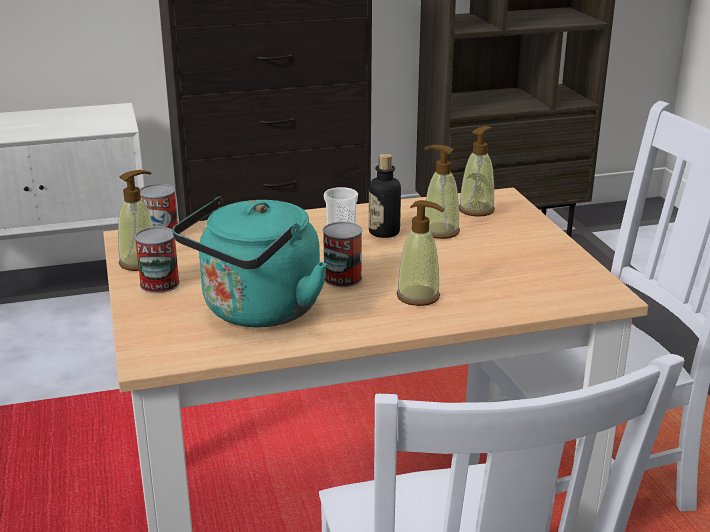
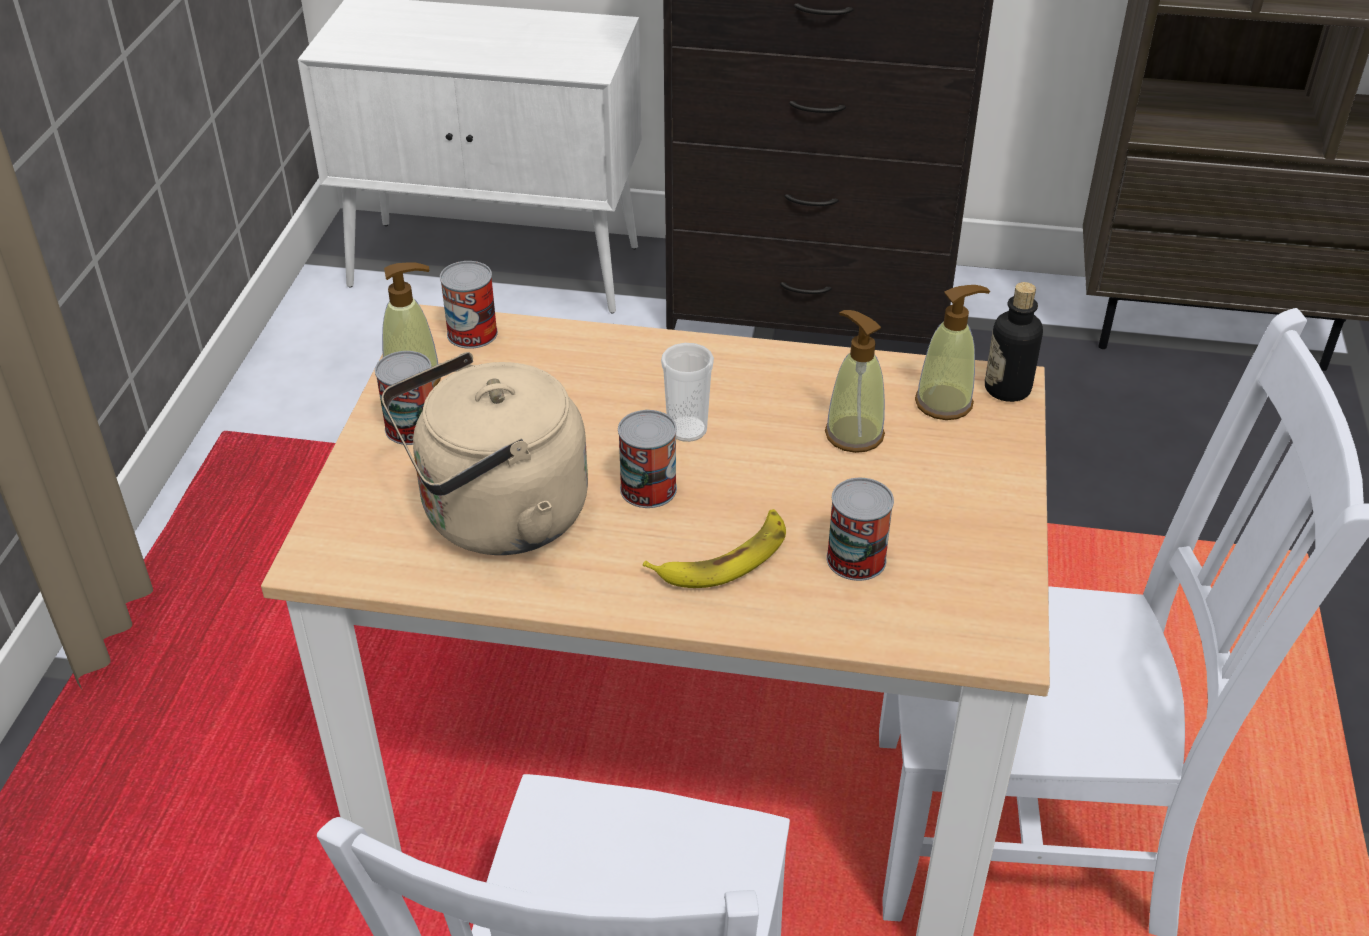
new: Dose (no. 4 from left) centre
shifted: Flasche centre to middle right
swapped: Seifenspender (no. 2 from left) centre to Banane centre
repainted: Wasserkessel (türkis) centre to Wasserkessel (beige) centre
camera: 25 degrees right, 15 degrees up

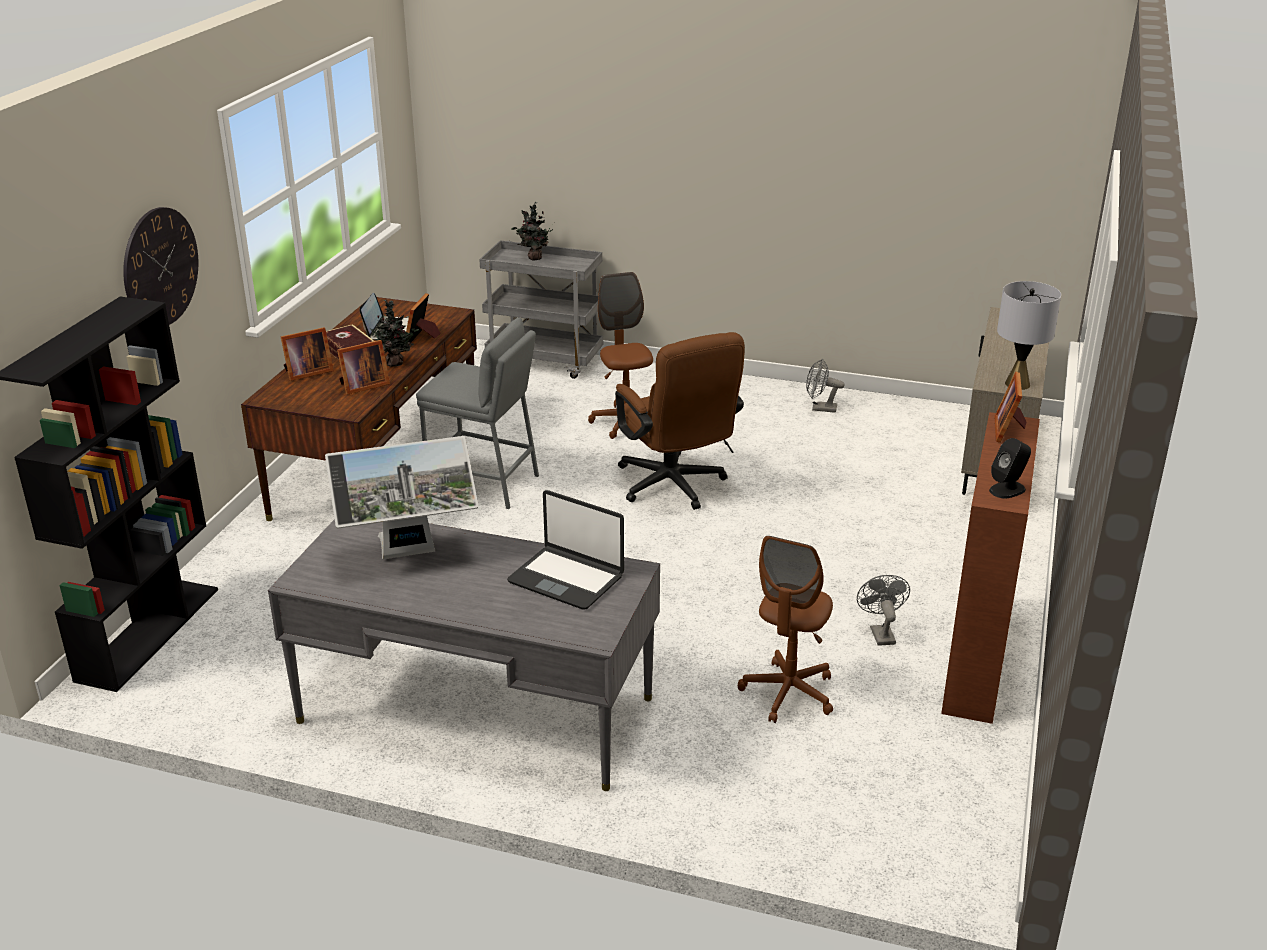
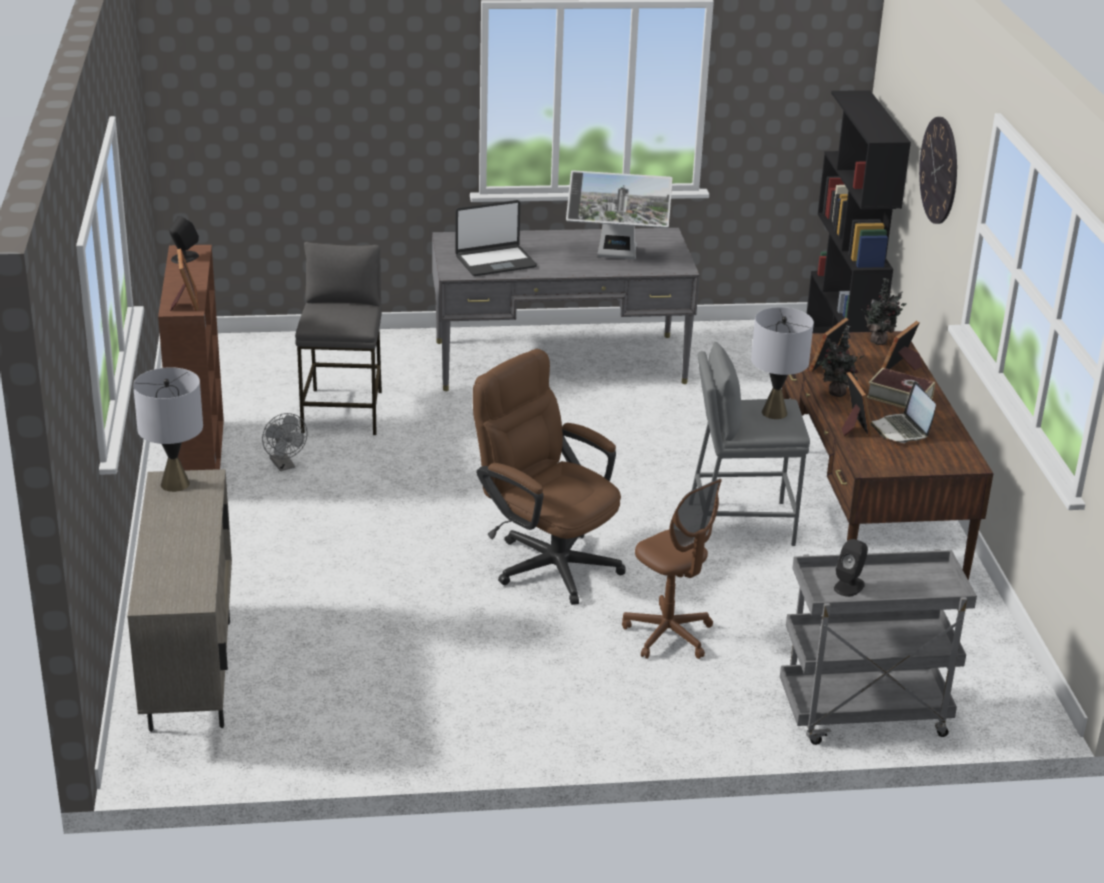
gone: Ventilator (grau) (no. 1 from left) centre
new: Tischlampe (grau) (no. 2 from left) middle right; Lautsprecher (schwarz) (no. 2 from left) middle right
shifted: Topfpflanze (no. 2 from left) top centre to middle right
swapped: Bürostuhl (braun) (no. 3 from left) centre to Hocker (grau) (no. 1 from left) middle left
rotated: Laptop (no. 2 from left in the first image) centre = top centre 150 degrees clockwise; Monitor middle left = top centre 135 degrees counterclockwise
camera: 155 degrees right, 0 degrees up

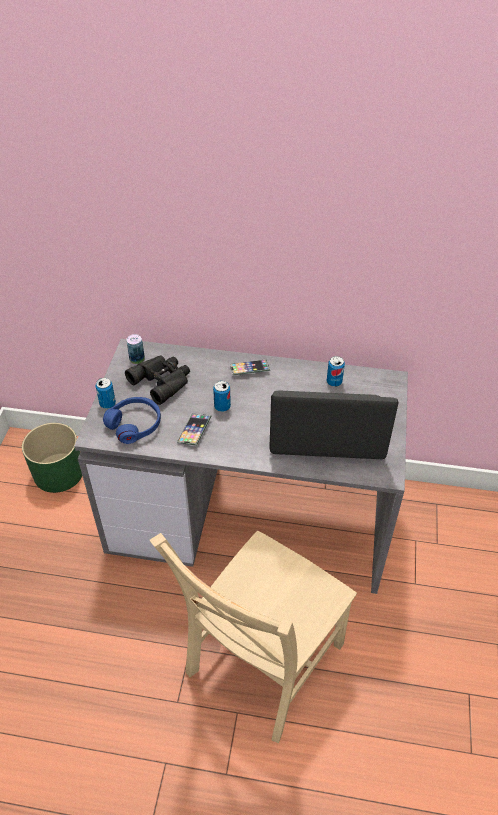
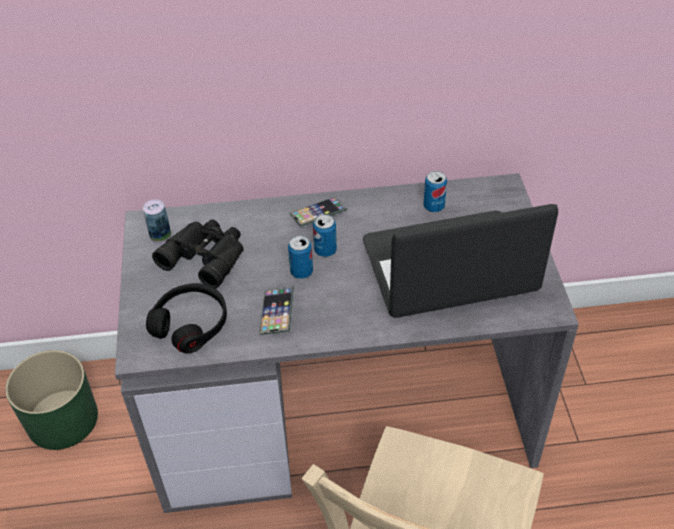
shifted: Dose (no. 1 from left in the first image) middle left to Dose (no. 3 from left) centre
repainted: Kopfhörer (blau) middle left to Kopfhörer (schwarz) middle left
camera: 15 degrees left, 0 degrees up

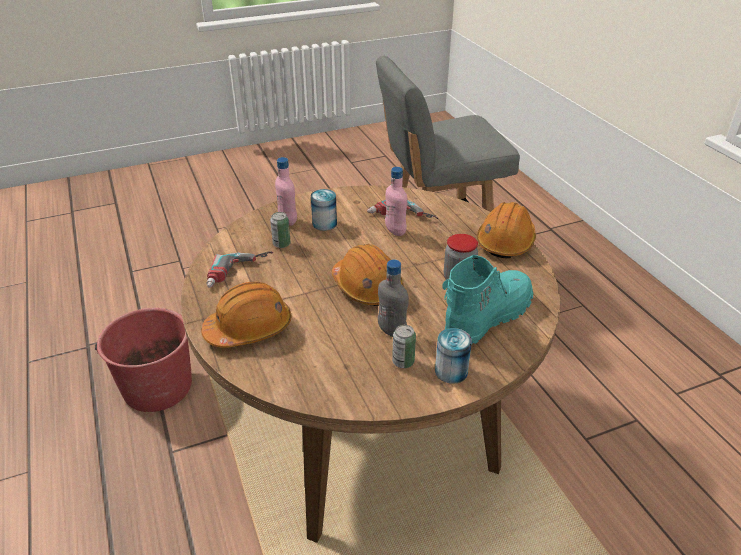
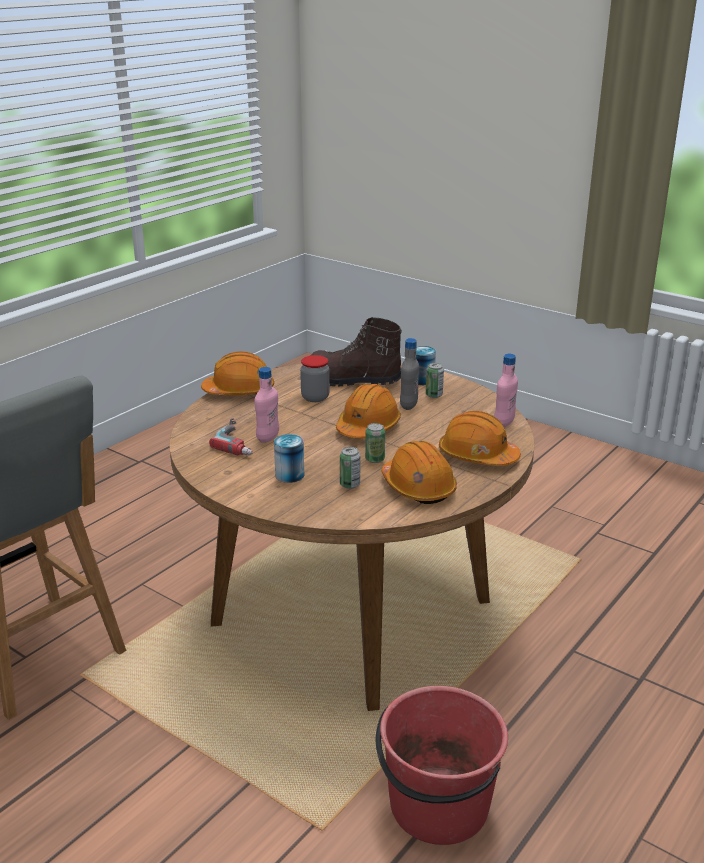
new: Dose (no. 3 from left) centre
shifted: Flasche (rosa) (no. 1 from left in the first image) centre to Flasche (rosa) (no. 2 from left) middle right
swapped: Bohrmaschine (no. 1 from left) middle left to Schutzhelm (orange) (no. 3 from left) centre
repainted: Stiefel (türkis) centre to Stiefel (braun) centre
camera: 120 degrees left, 10 degrees down

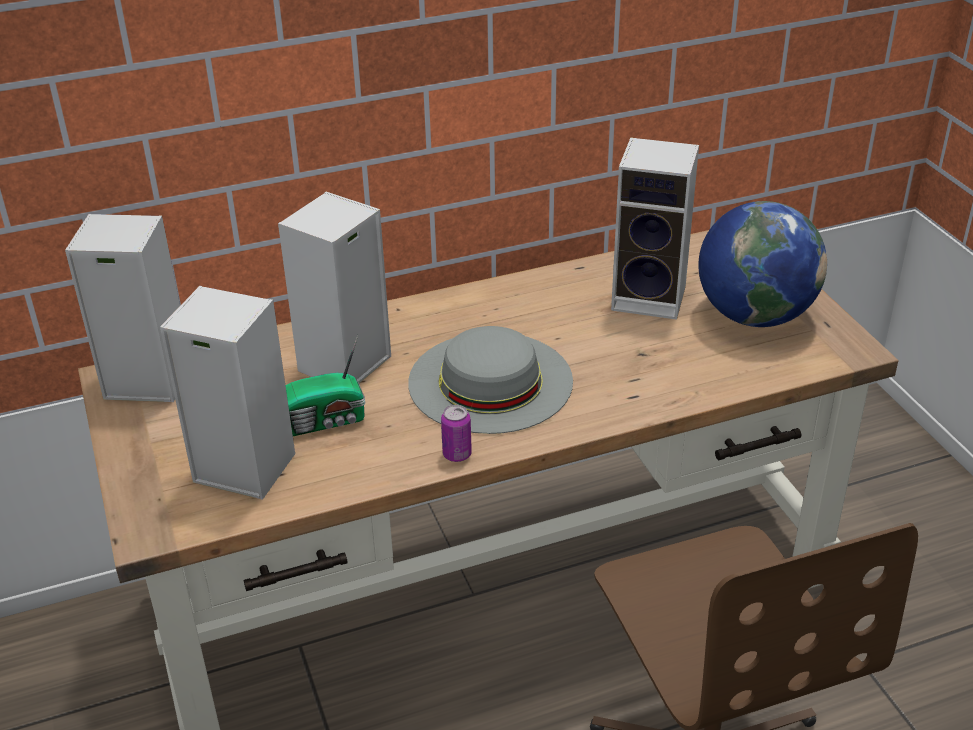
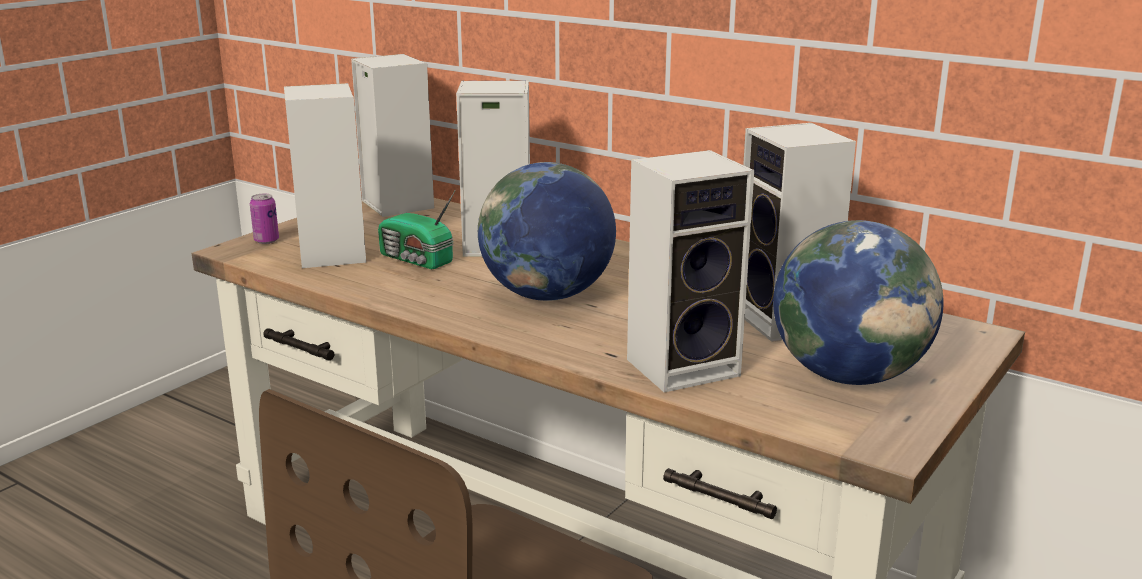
new: Lautsprecher (no. 4 from left) centre
shifted: Dose centre to middle left
swapped: Hut (grau) centre to Globus (no. 1 from left) centre
camera: 55 degrees right, 15 degrees down

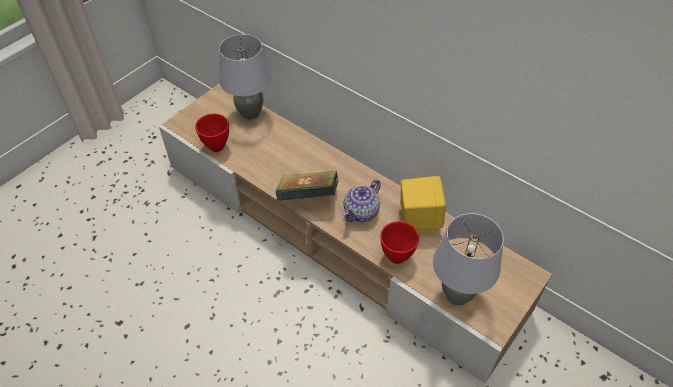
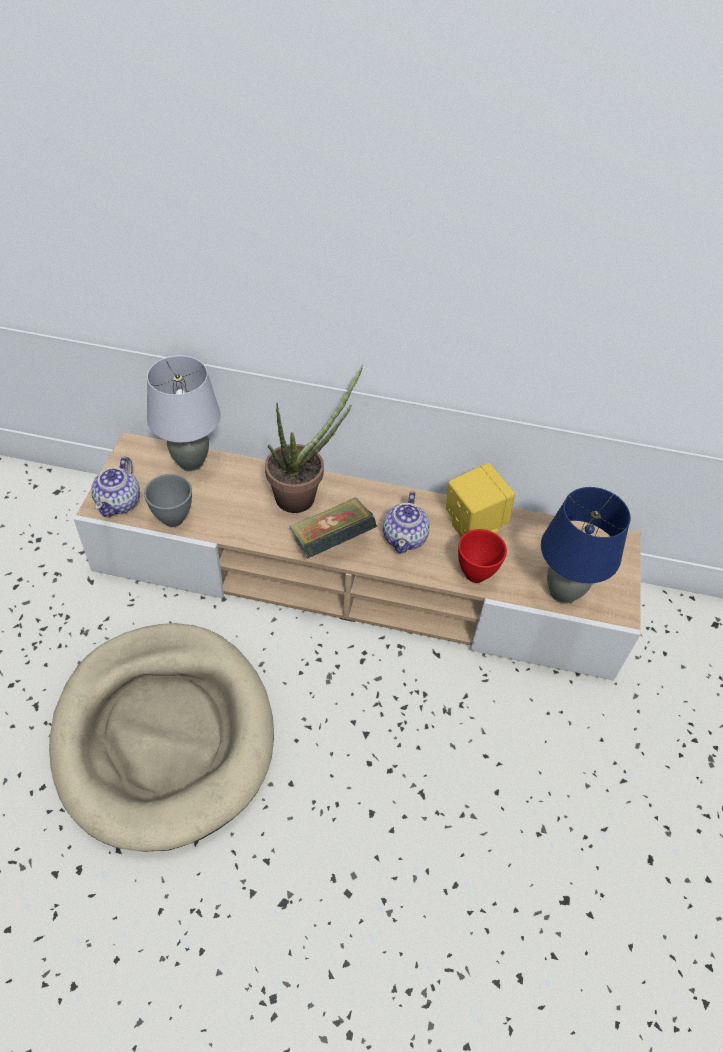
new: Hundebett (beige) bottom left; Teekanne (no. 1 from left) middle left; Topfpflanze centre
repainted: Schüssel (rot) (no. 1 from left) middle left to Schüssel (grau) middle left; Tischlampe (grau) (no. 2 from left) bottom right to Tischlampe (blau) middle right
camera: 30 degrees left, 0 degrees up

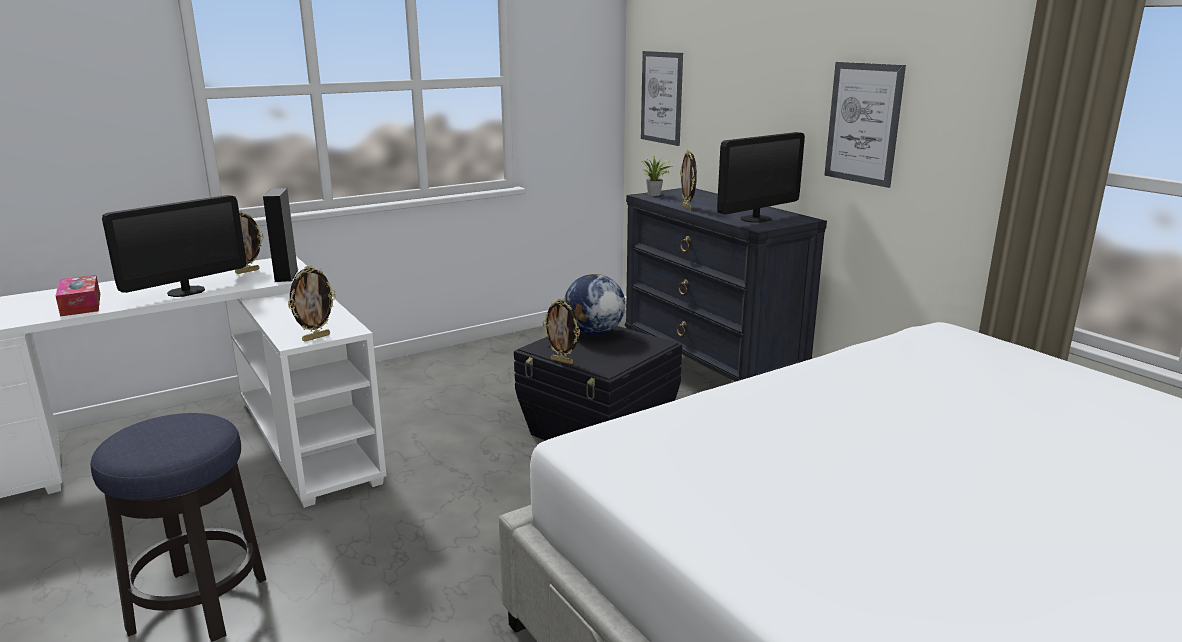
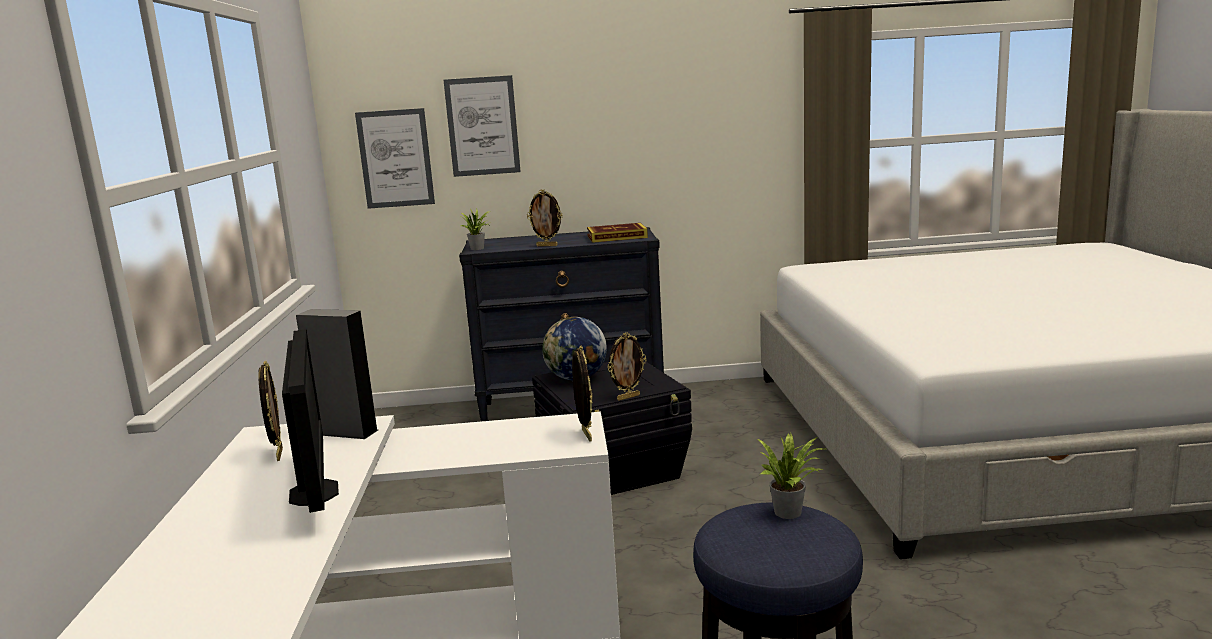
gone: Taschentuchbox middle left
new: Topfpflanze (no. 2 from left) bottom centre
shifted: Bild (no. 2 from left) top right to top centre
swapped: Monitor (no. 2 from left) top centre to Buch centre
camera: 60 degrees left, 5 degrees down

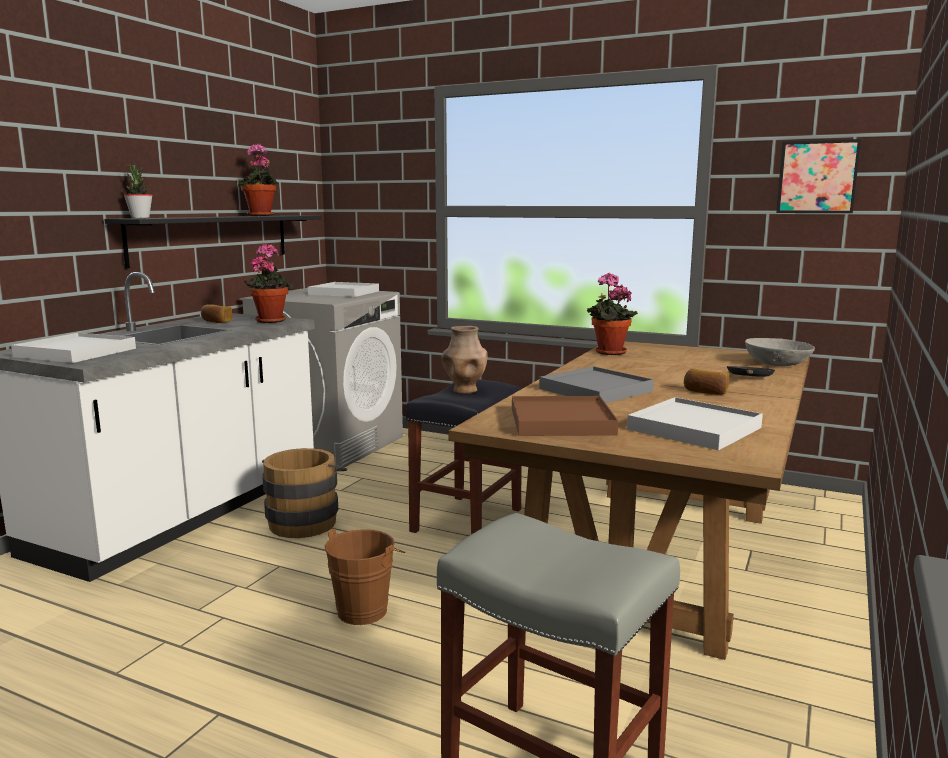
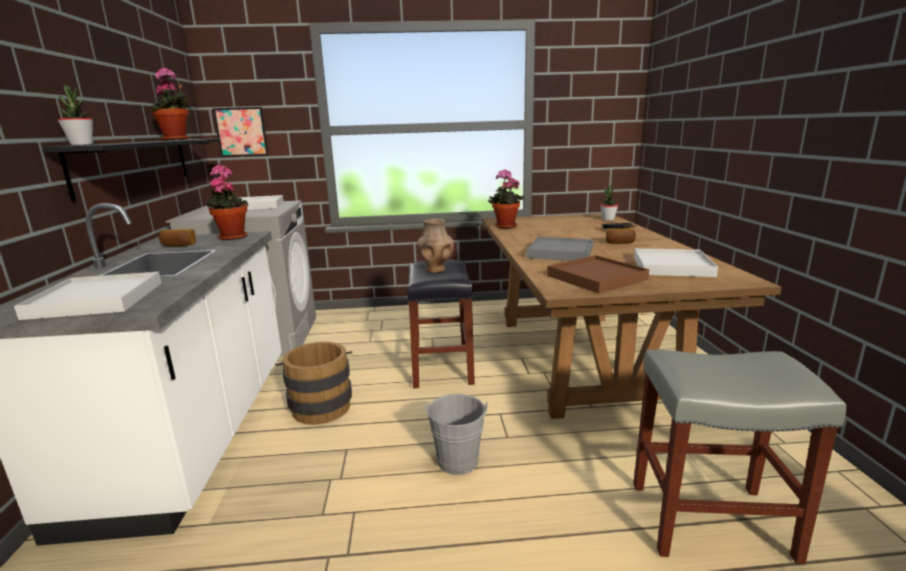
shifted: Bild top right to top left
swapped: Schüssel (grau) middle right to Topfpflanze (no. 5 from left) middle right
repainted: Eimer (braun) (no. 2 from left) bottom centre to Eimer (grau) bottom centre
camera: 30 degrees left, 5 degrees up

